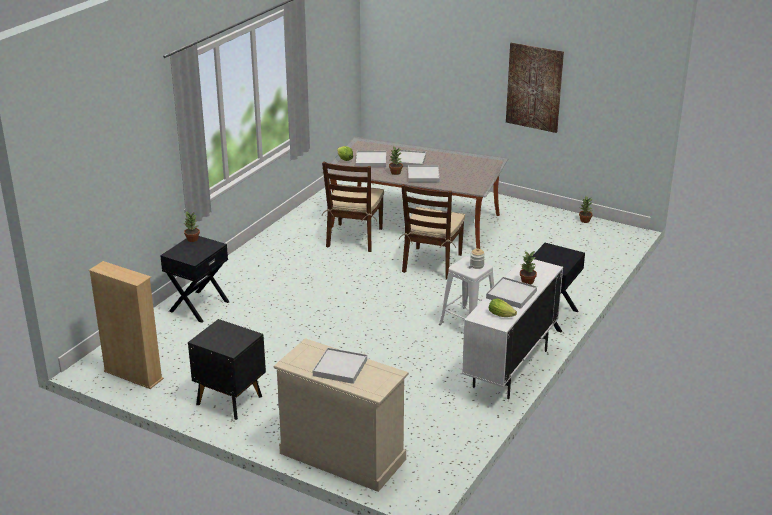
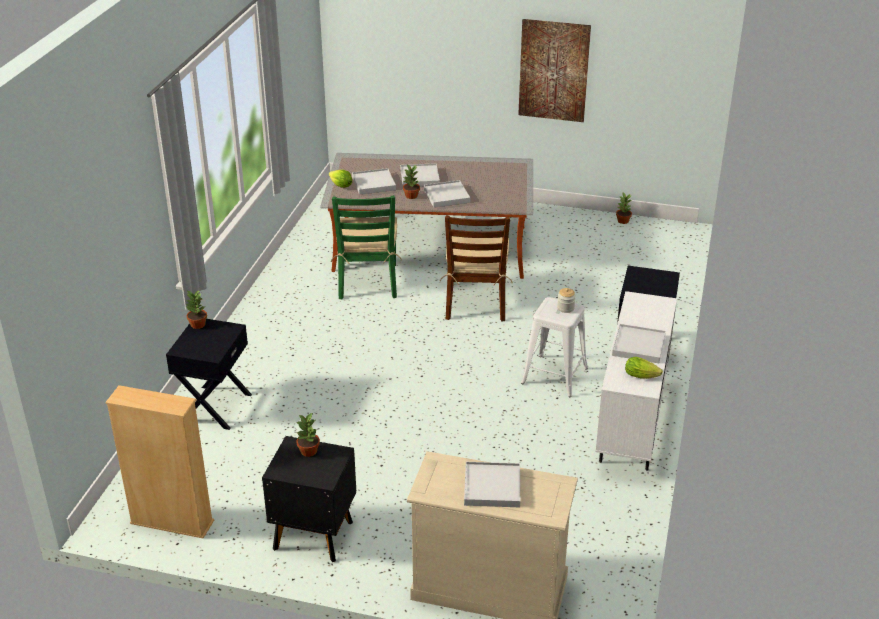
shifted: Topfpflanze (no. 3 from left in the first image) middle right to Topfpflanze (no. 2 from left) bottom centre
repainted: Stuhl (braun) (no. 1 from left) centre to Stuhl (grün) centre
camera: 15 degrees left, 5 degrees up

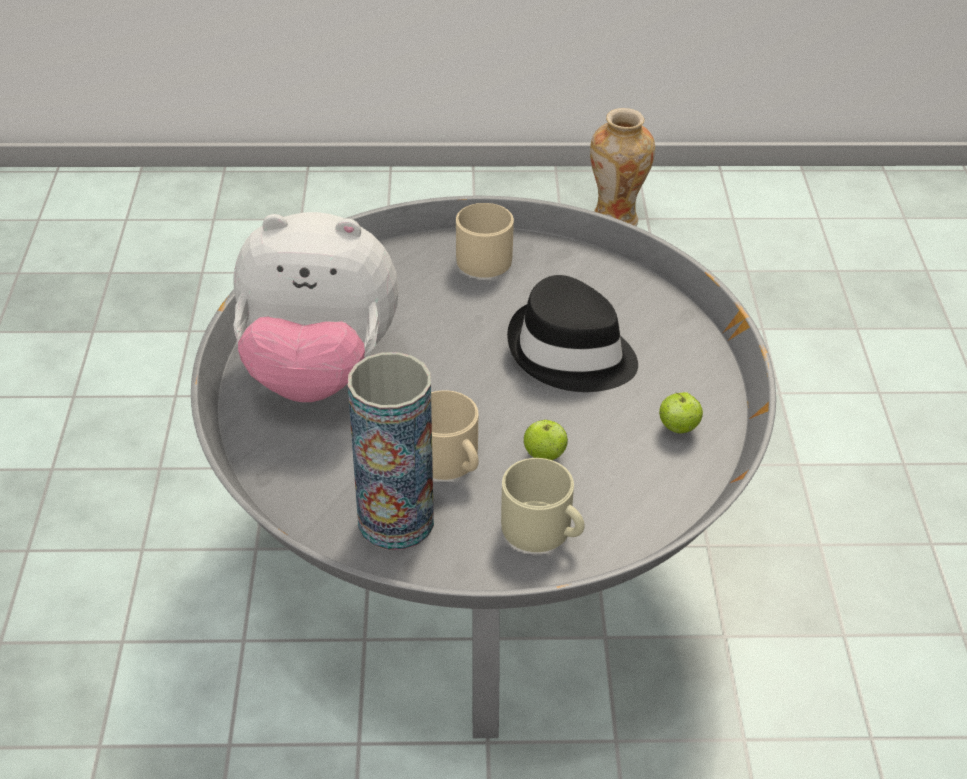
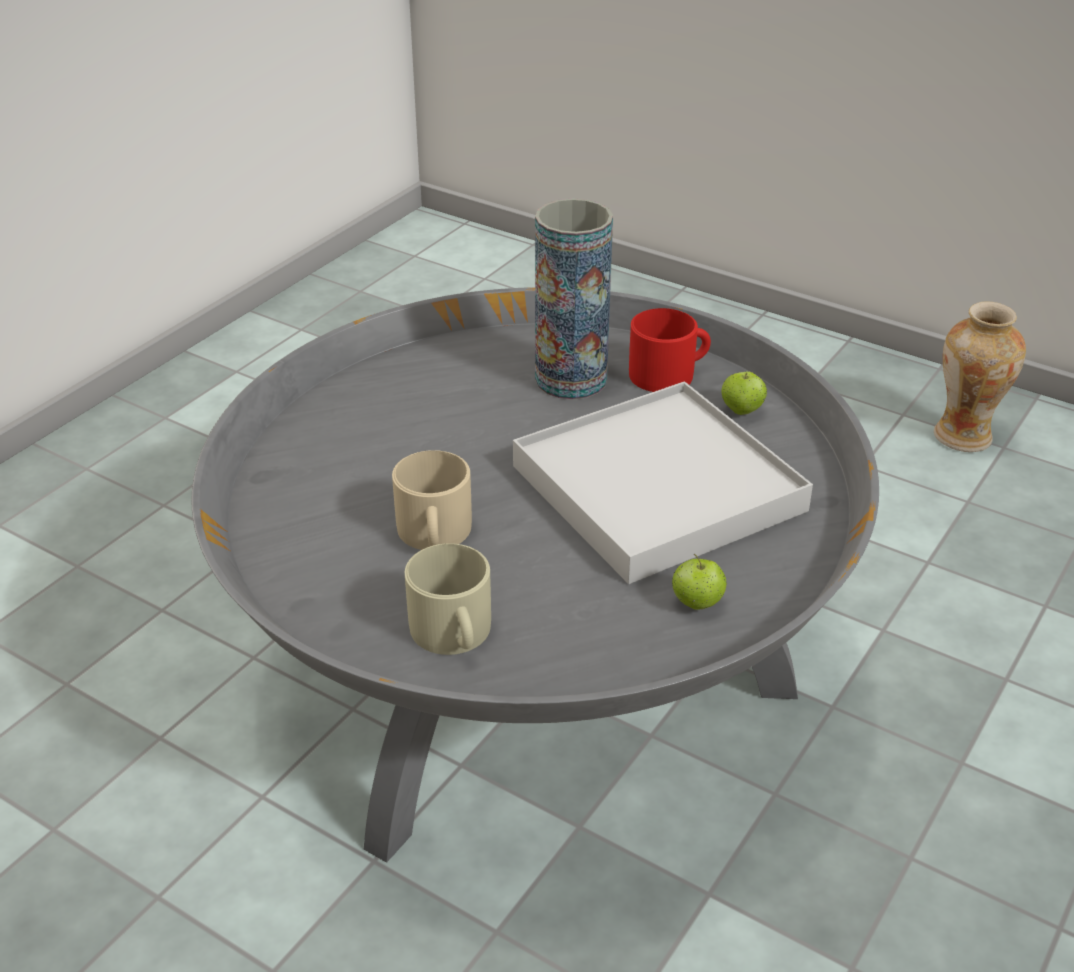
gone: Plüschtier middle left
shifted: Vase (no. 1 from left) centre to top centre; Apfel (no. 1 from left in the first image) centre to Apfel (no. 2 from left) middle right
swapped: Hut (schwarz) centre to Tablett (weiß) centre
repainted: Henkelbecher (beige) (no. 2 from left) top centre to Henkelbecher (rot) centre
camera: 35 degrees right, 5 degrees down

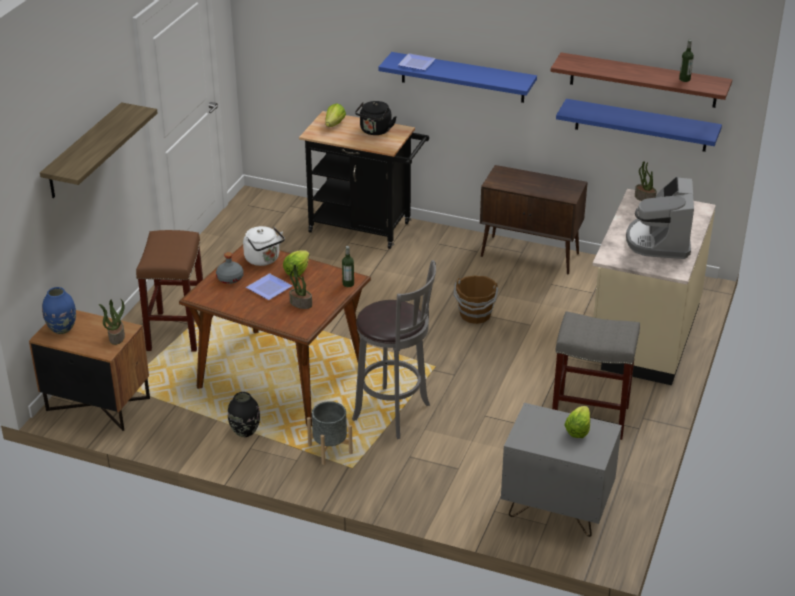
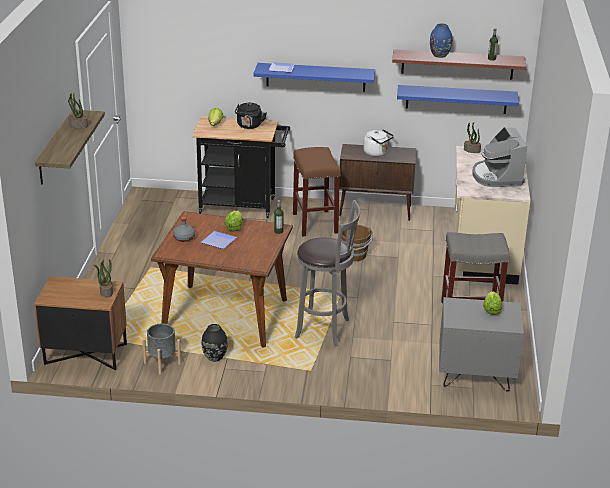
shifted: Topfpflanze (no. 2 from left in the first image) centre to Topfpflanze (no. 1 from left) top left; Pflanzkübel (grau) bottom centre to bottom left; Hocker (braun) middle left to centre; Wasserkessel (weiß) middle left to top centre; Vase (blau) middle left to top right
camera: 15 degrees left, 5 degrees down

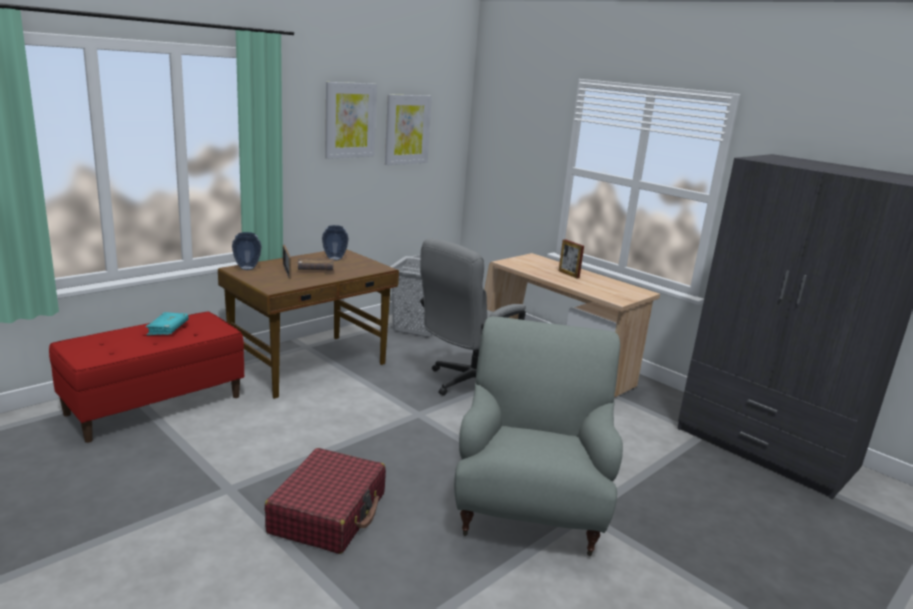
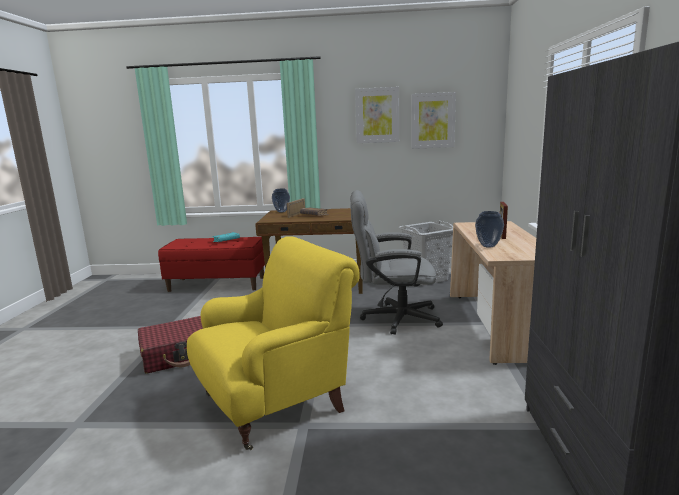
shifted: Vase (no. 2 from left) centre to middle right
repainted: Sessel (grau) bottom centre to Sessel (gelb) bottom centre
camera: 50 degrees right, 5 degrees down

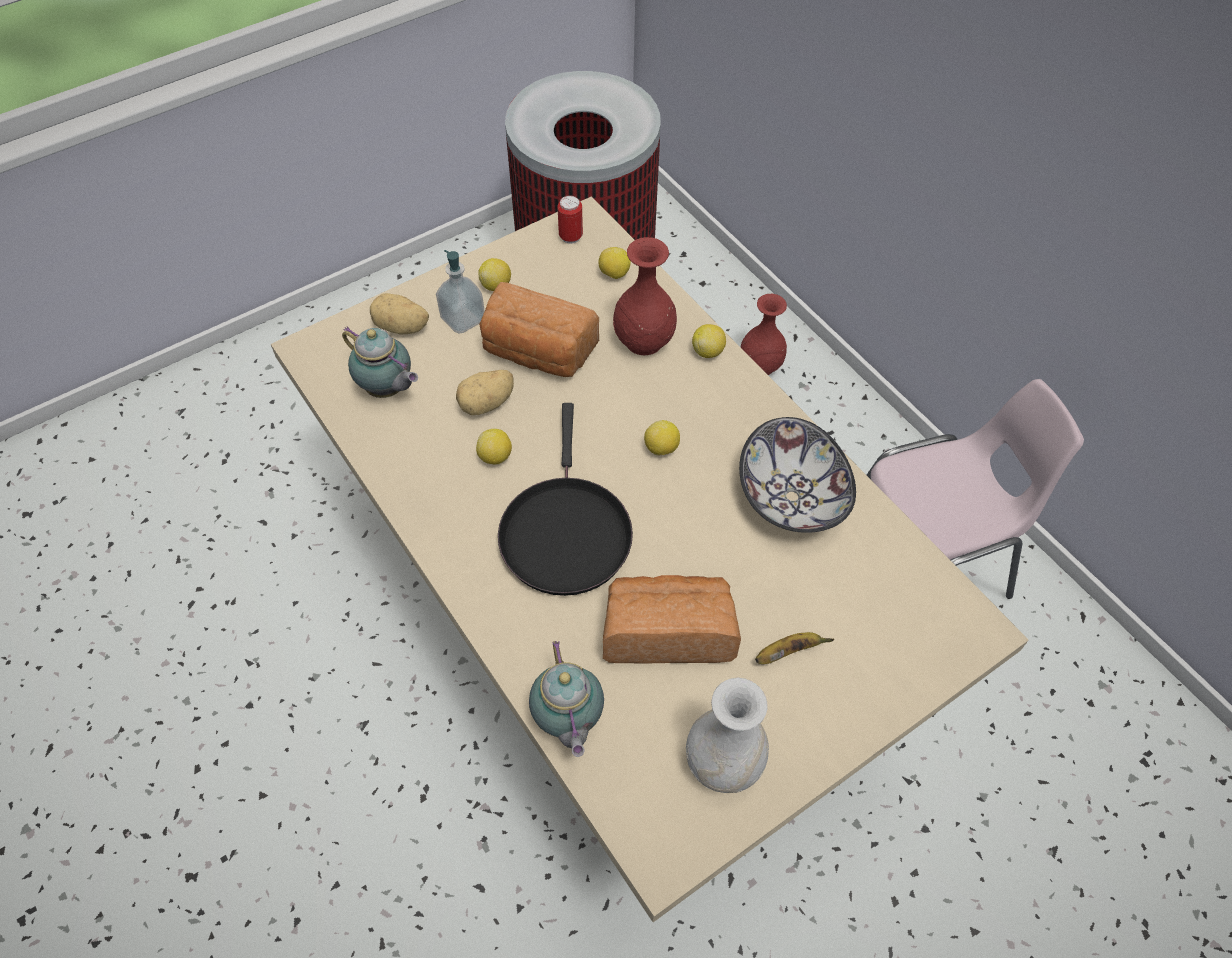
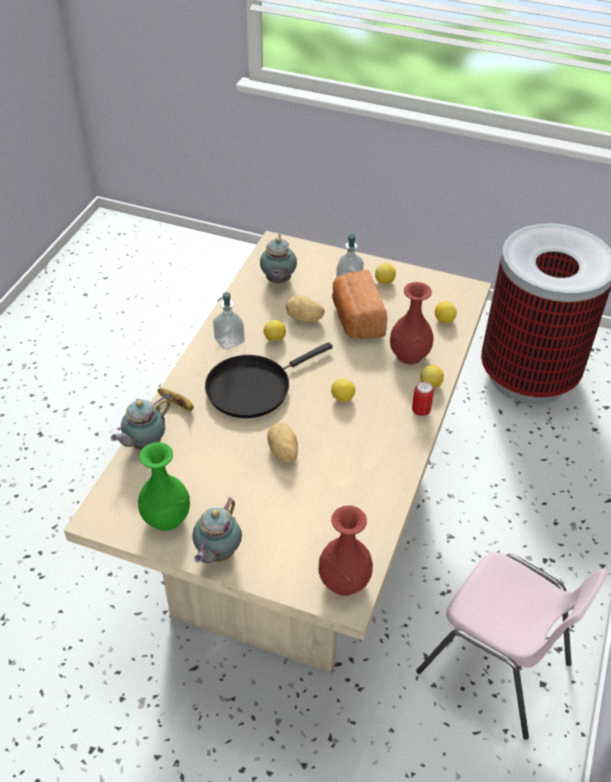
gone: Brot (no. 2 from left) centre; Schüssel centre
new: Teekanne (no. 2 from left) bottom centre; Seifenspender (no. 1 from left) centre
shifted: Banane bottom centre to middle left; Kartoffel (no. 1 from left) top left to centre; Vase (rot) (no. 2 from left in the first image) centre to Vase (rot) (no. 1 from left) bottom centre; Dose top centre to middle right
repainted: Vase (weiß) bottom centre to Vase (grün) middle left
camera: 55 degrees right, 10 degrees down

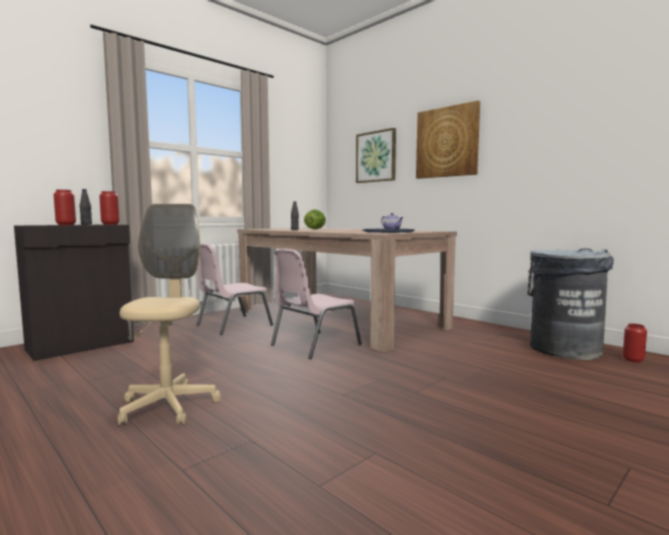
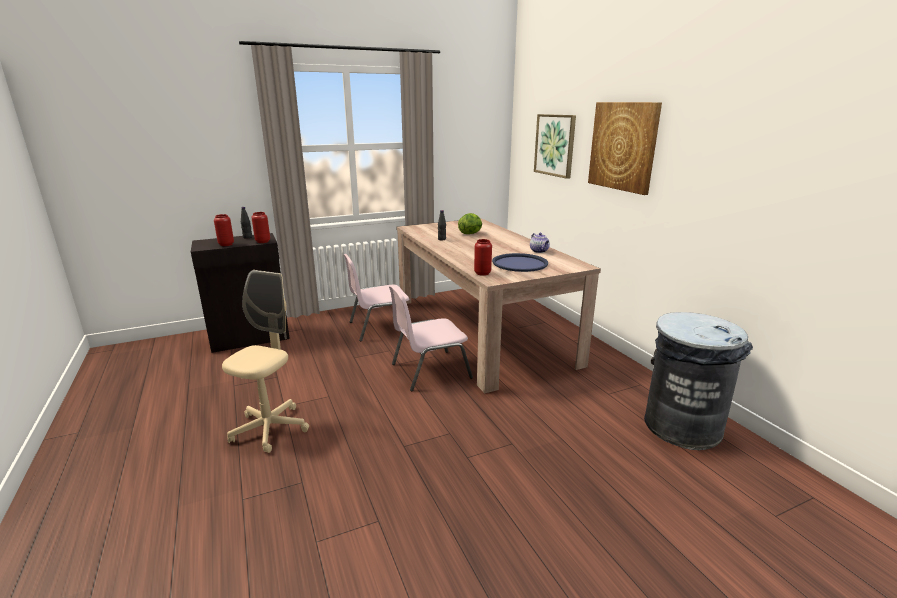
shifted: Vase (rot) (no. 3 from left) middle right to centre
camera: 20 degrees right, 15 degrees up

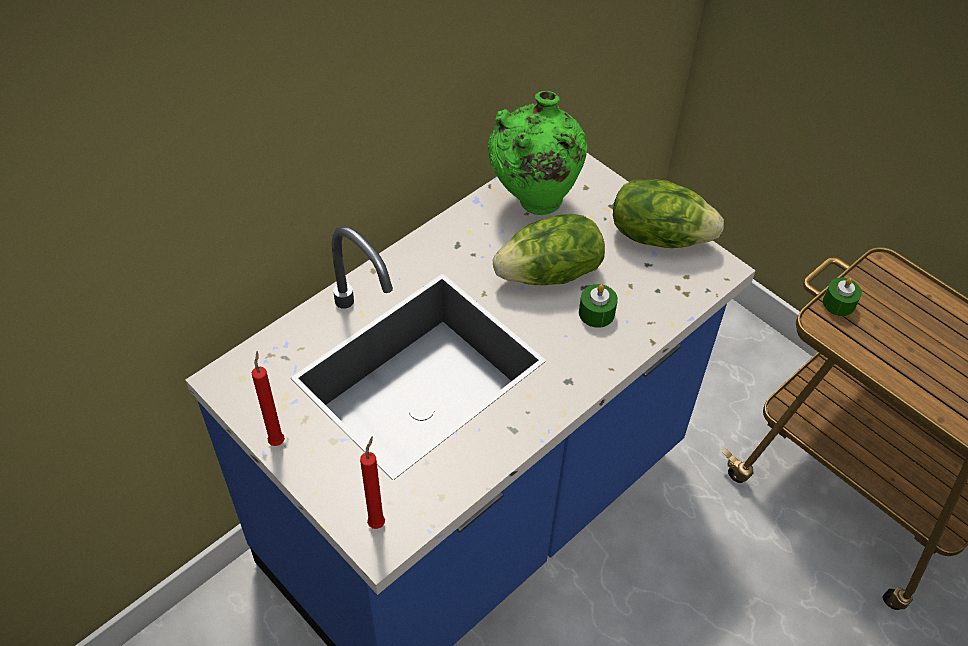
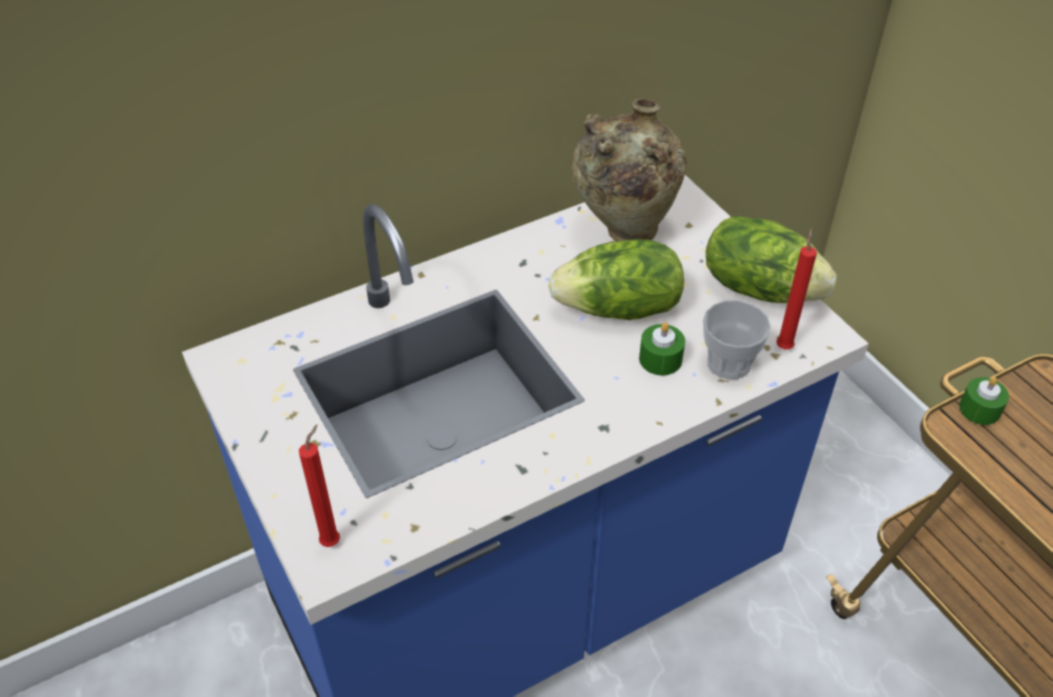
new: Tasse middle right
shifted: Kerze (rot) (no. 1 from left in the first image) middle left to Kerze (rot) (no. 2 from left) middle right
repainted: Vase (grün) top centre to Vase (beige) top centre
camera: 15 degrees right, 5 degrees down

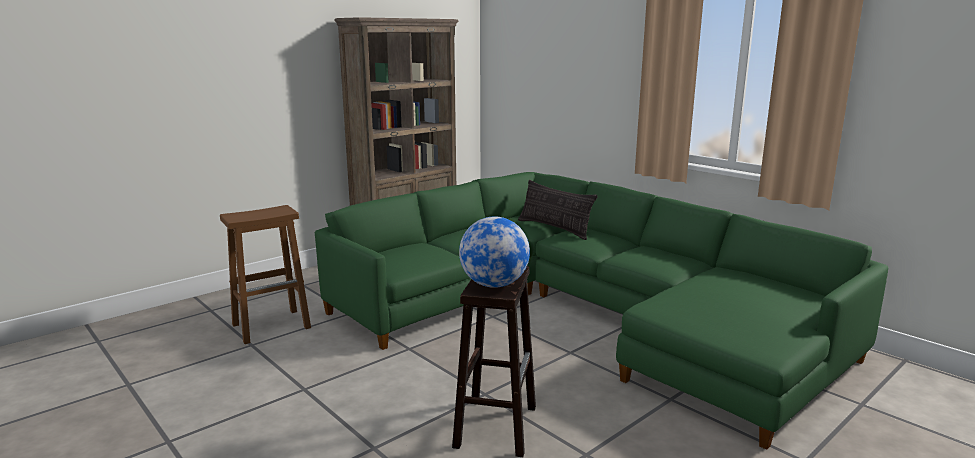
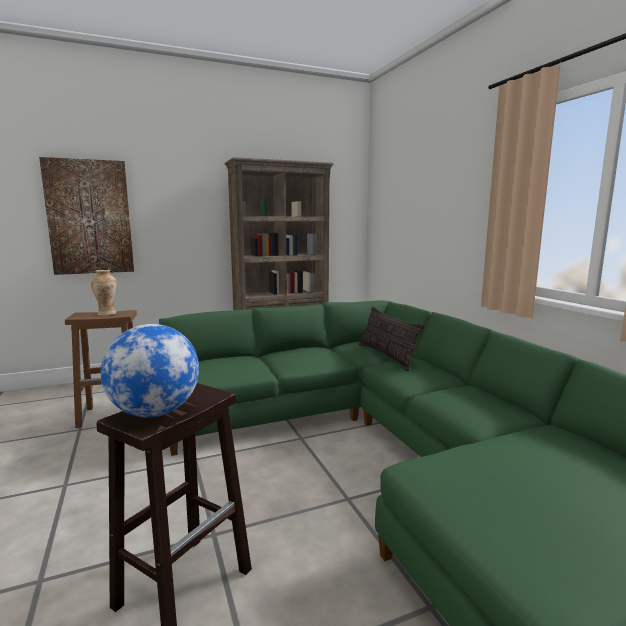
new: Bild middle left; Vase middle left
camera: 20 degrees right, 5 degrees down

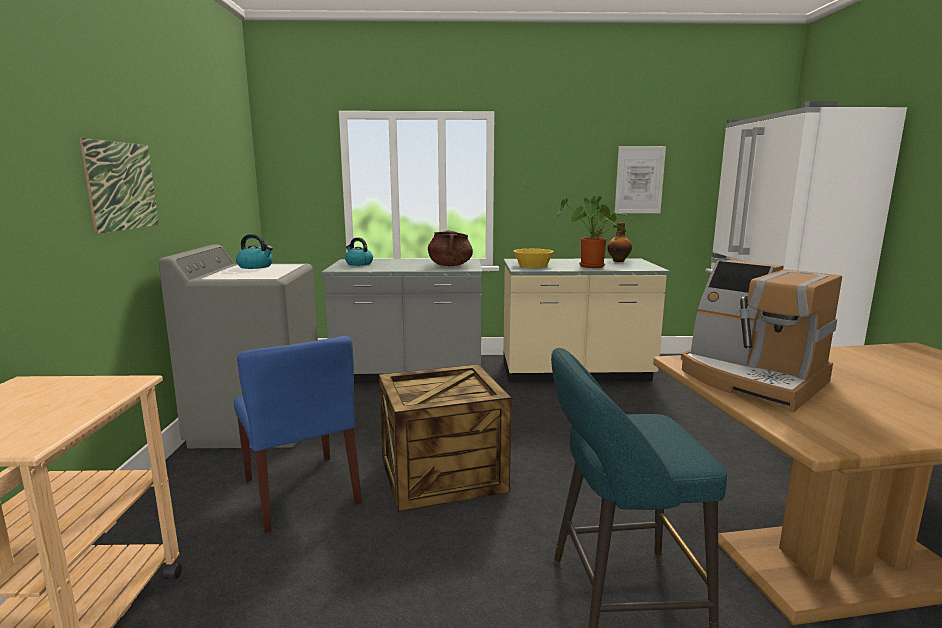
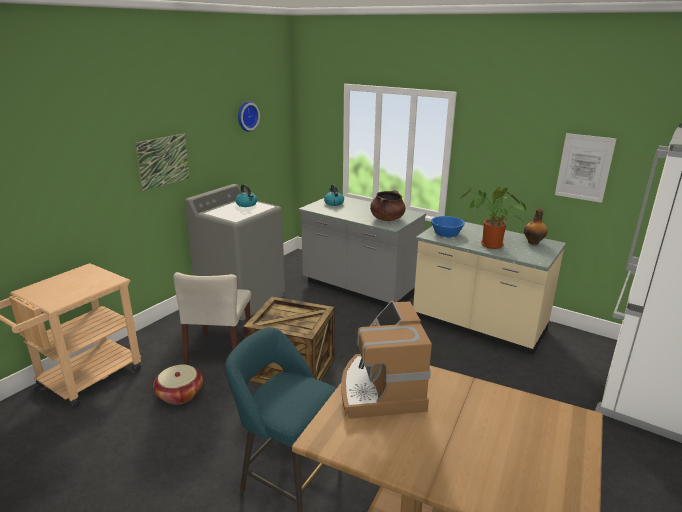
new: Korb bottom left; Wanduhr top centre
repainted: Stuhl (blau) bottom left to Stuhl (beige) middle left; Schüssel (gelb) centre to Schüssel (blau) centre
camera: 35 degrees right, 10 degrees up

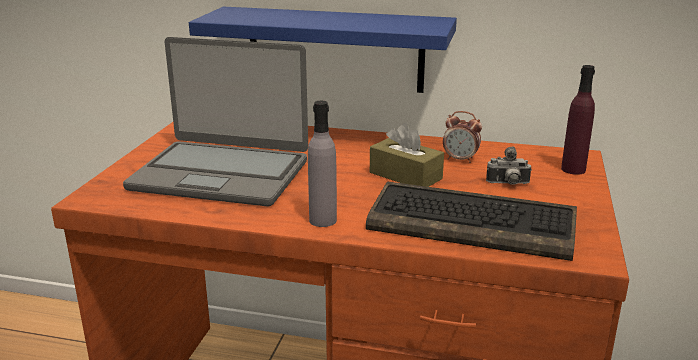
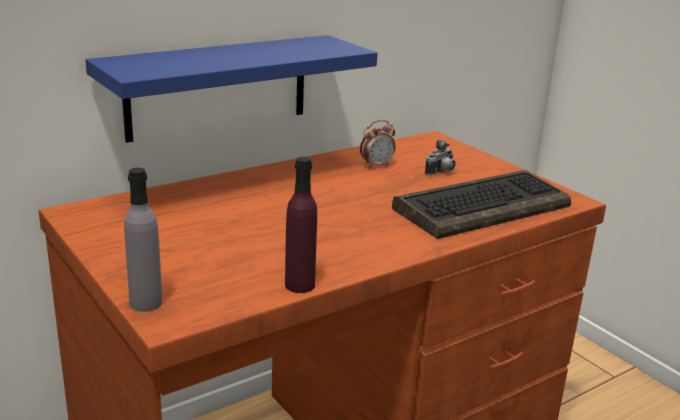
gone: Laptop middle left; Taschentuchbox (braun) centre
shifted: Flasche (grau) centre to middle left; Flasche (lila) middle right to centre
camera: 50 degrees left, 0 degrees up

